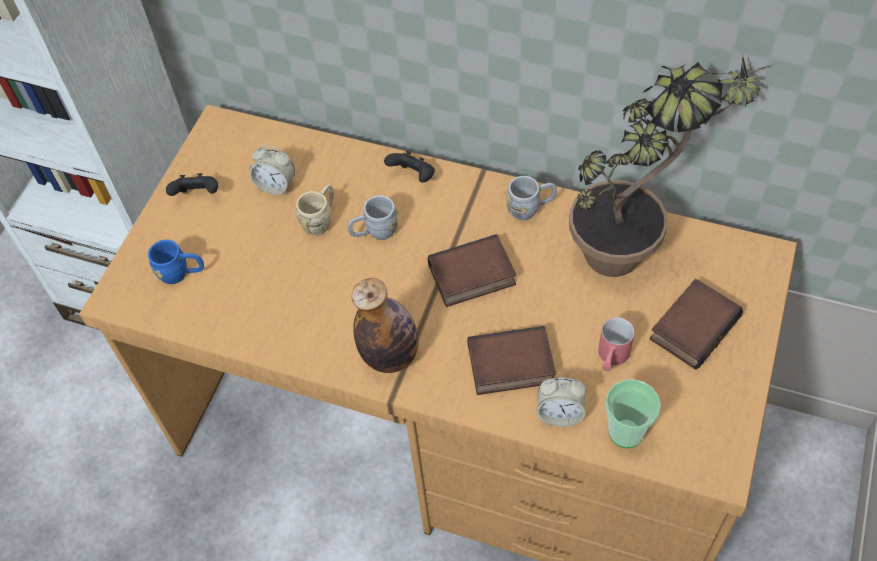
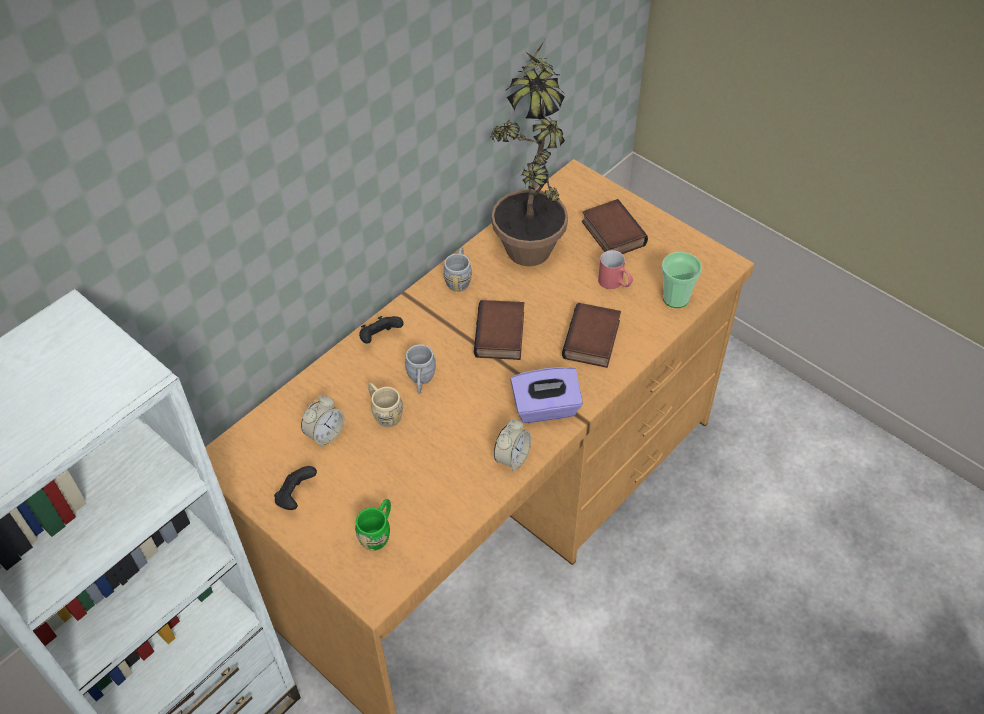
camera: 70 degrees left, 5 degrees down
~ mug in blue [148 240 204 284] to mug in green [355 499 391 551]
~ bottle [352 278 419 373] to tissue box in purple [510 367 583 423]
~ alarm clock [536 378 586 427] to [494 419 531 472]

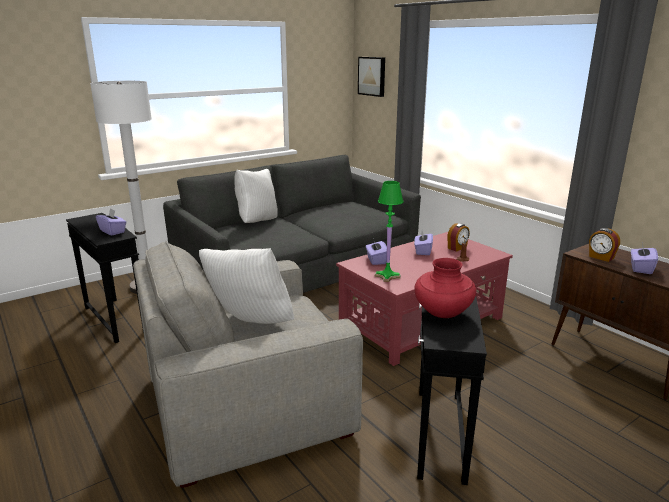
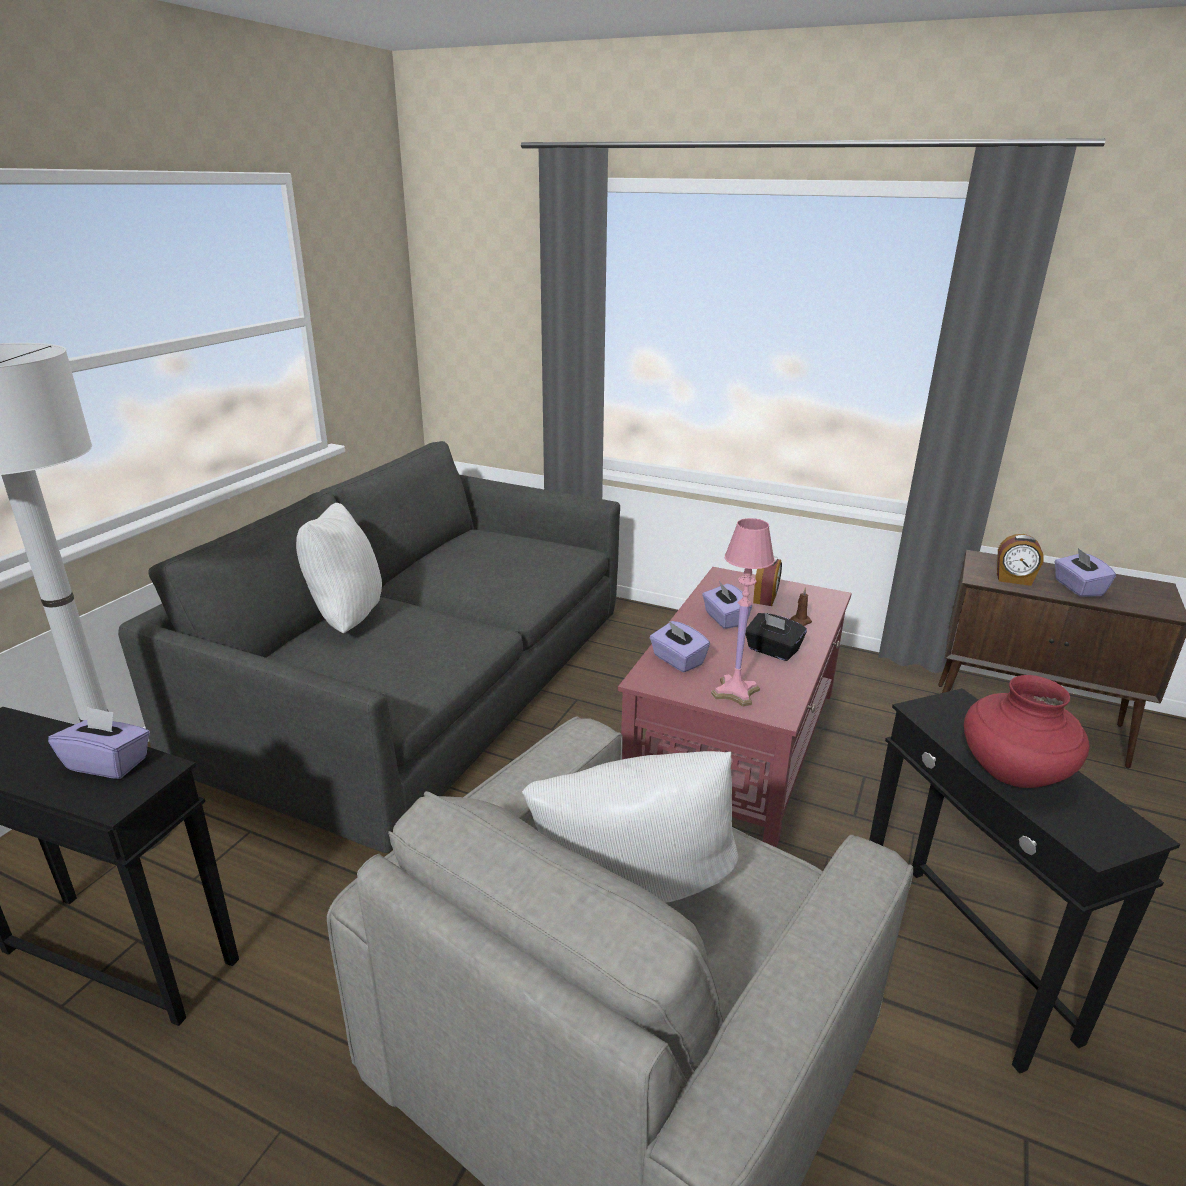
camera: 30 degrees left, 5 degrees up
- picture [358 57 385 97]
~ table lamp in green [374 181 404 282] to table lamp in pink [711 518 775 707]
+ tissue box in black [746 613 807 661]

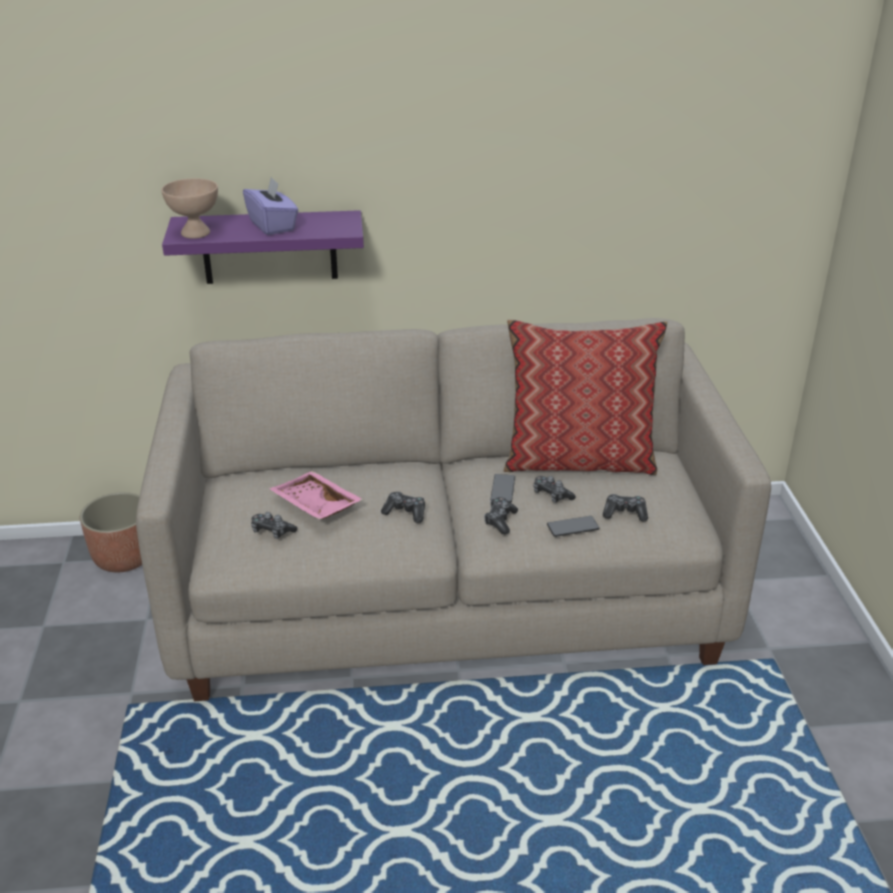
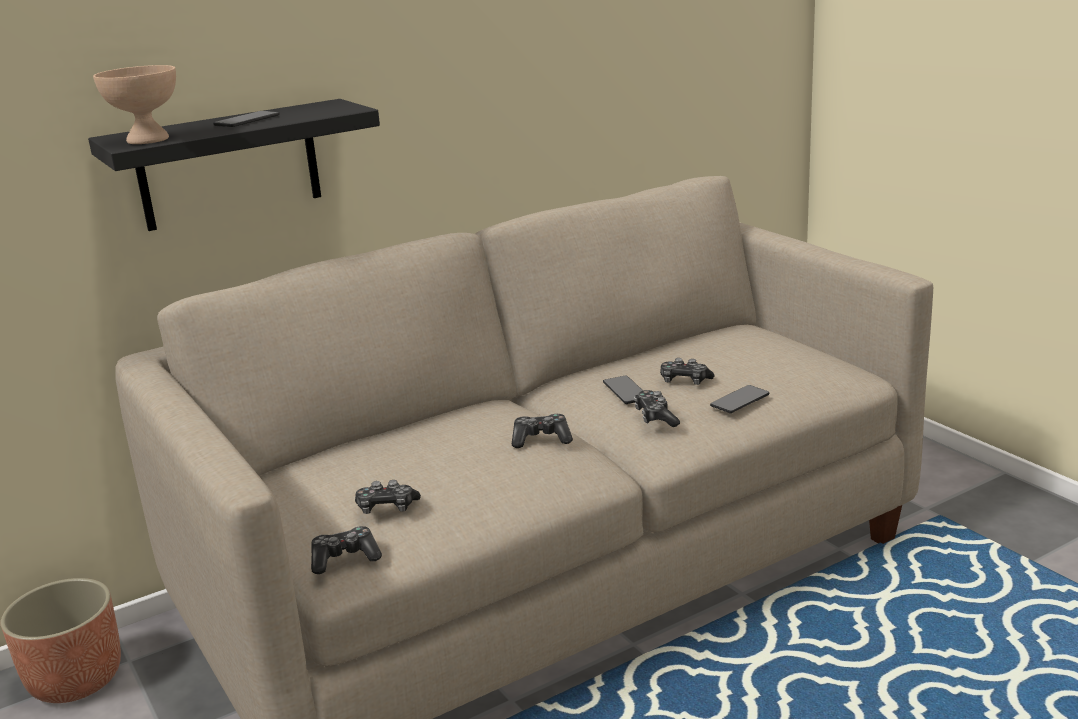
camera: 25 degrees left, 10 degrees down
~ tissue box in purple [243 177 299 235] to phone [213 111 280 127]
~ shelf in purple [162 210 364 284] to shelf in black [88 99 380 231]
- pillow [503 319 668 475]
- tray in pink [269 471 364 520]
~ game controller [603 494 648 521] to [311 526 382 574]

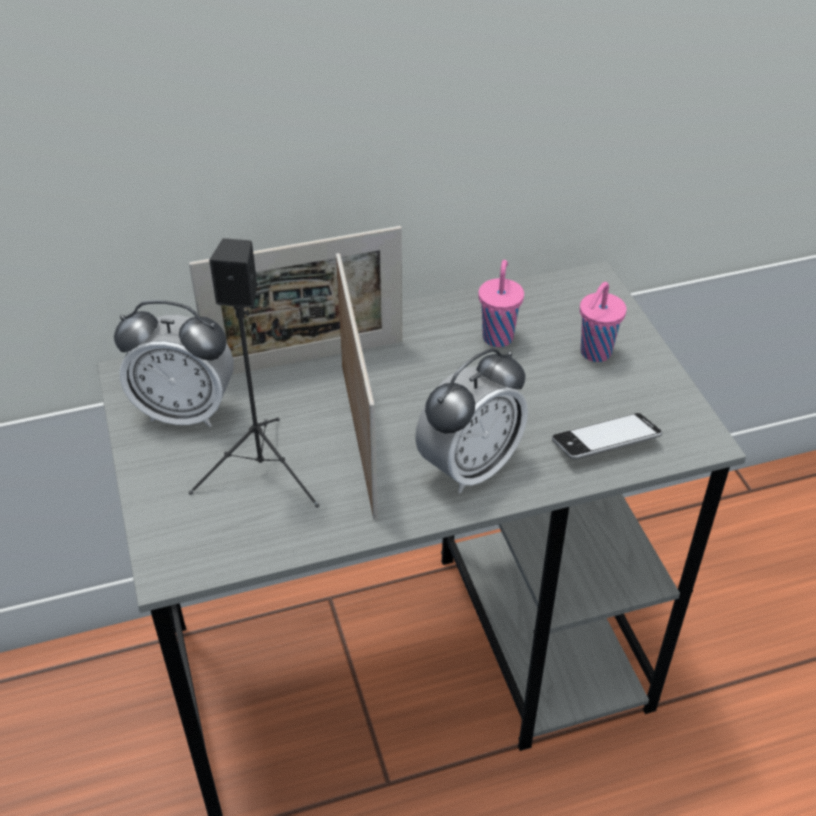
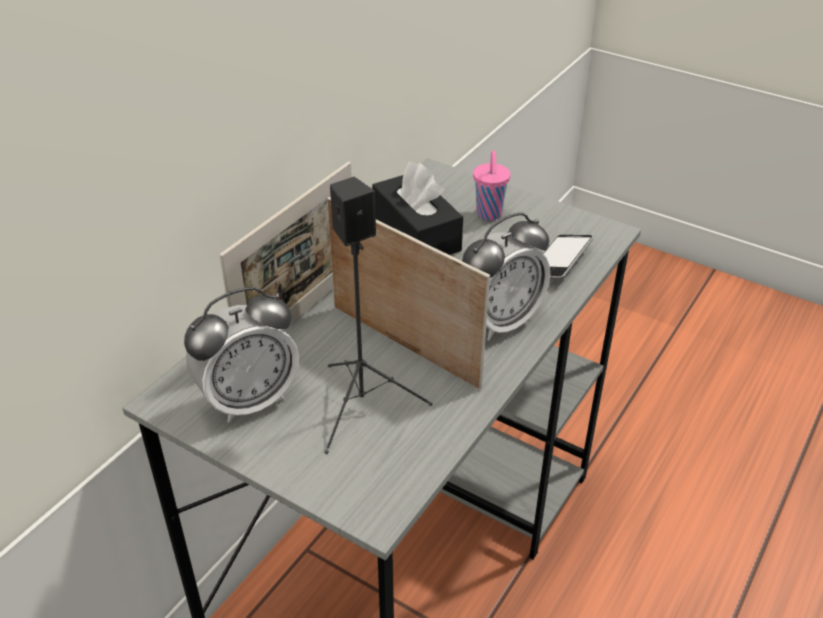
camera: 40 degrees left, 5 degrees down
~ cup in pink [479 260 524 347] to tissue box in black [372 162 463 255]
~ alarm clock [415 348 528 494] = [462 212 550 341] 45 degrees clockwise

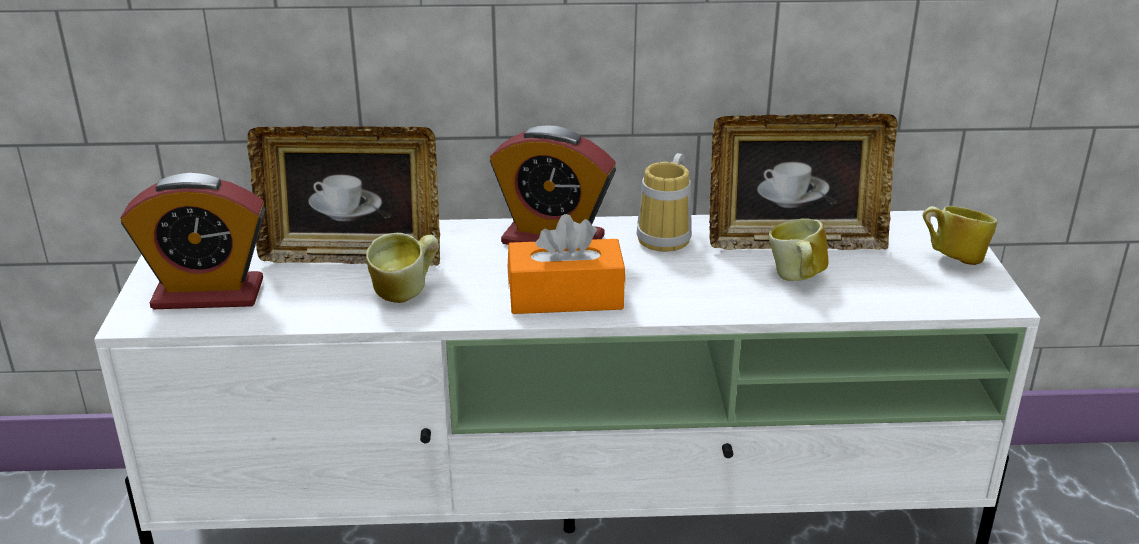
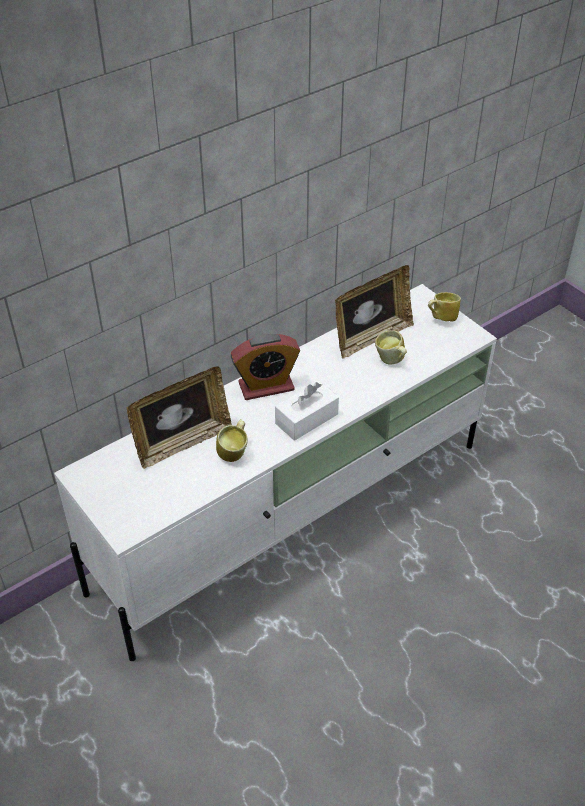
camera: 35 degrees left, 15 degrees up
- mug [637 153 692 252]
- alarm clock [120 173 265 309]
~ tissue box in orange [508 214 625 314] to tissue box in white [275 381 339 441]

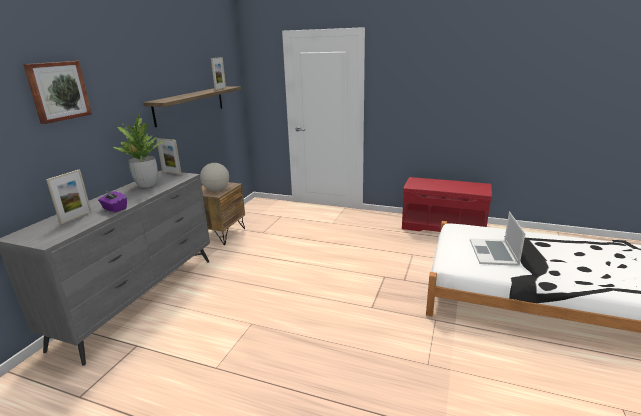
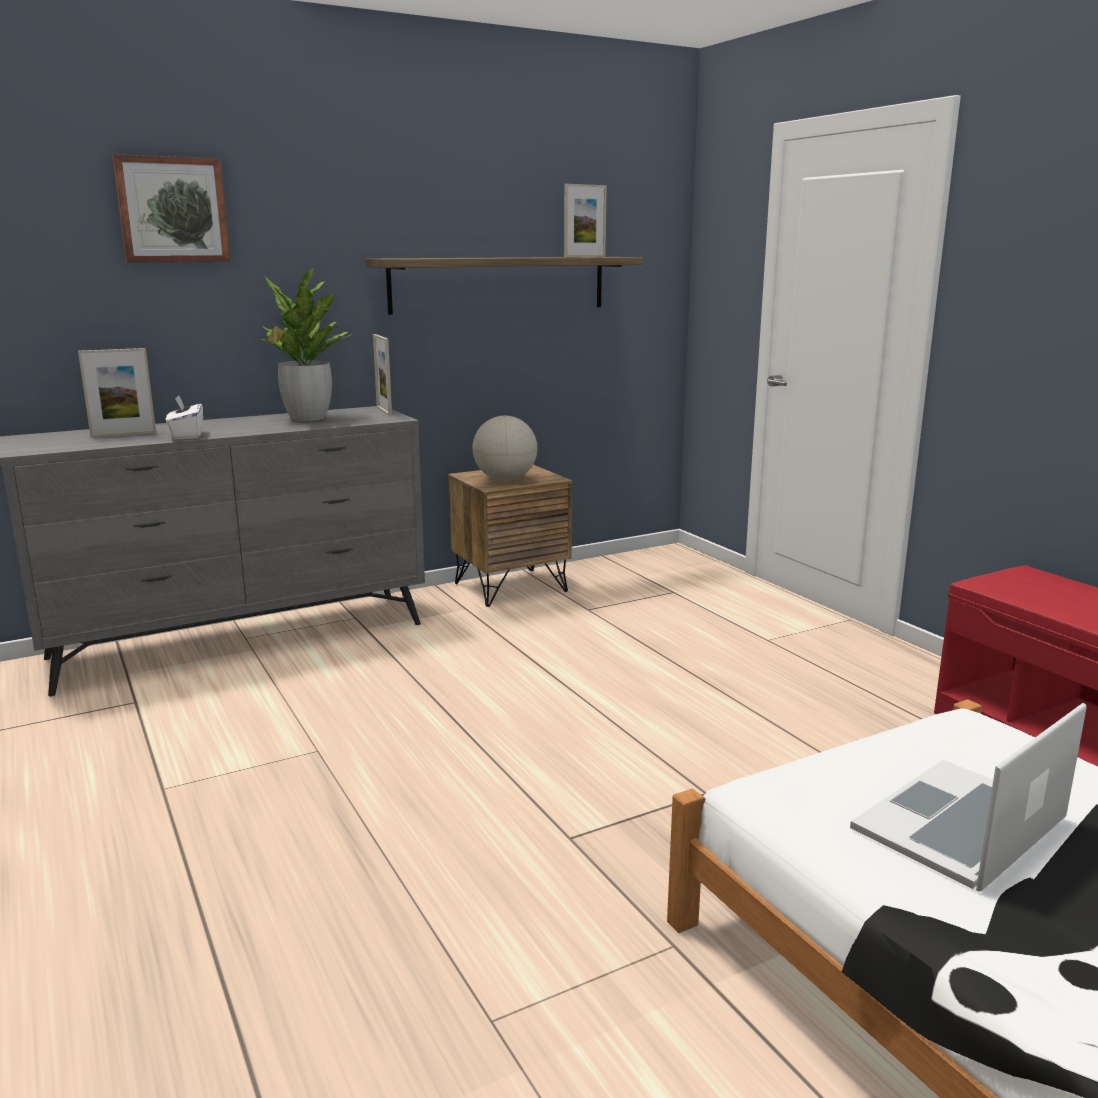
camera: 40 degrees right, 5 degrees down
~ tissue box in purple [98 190 127 213] to tissue box in white [166 396 203 439]

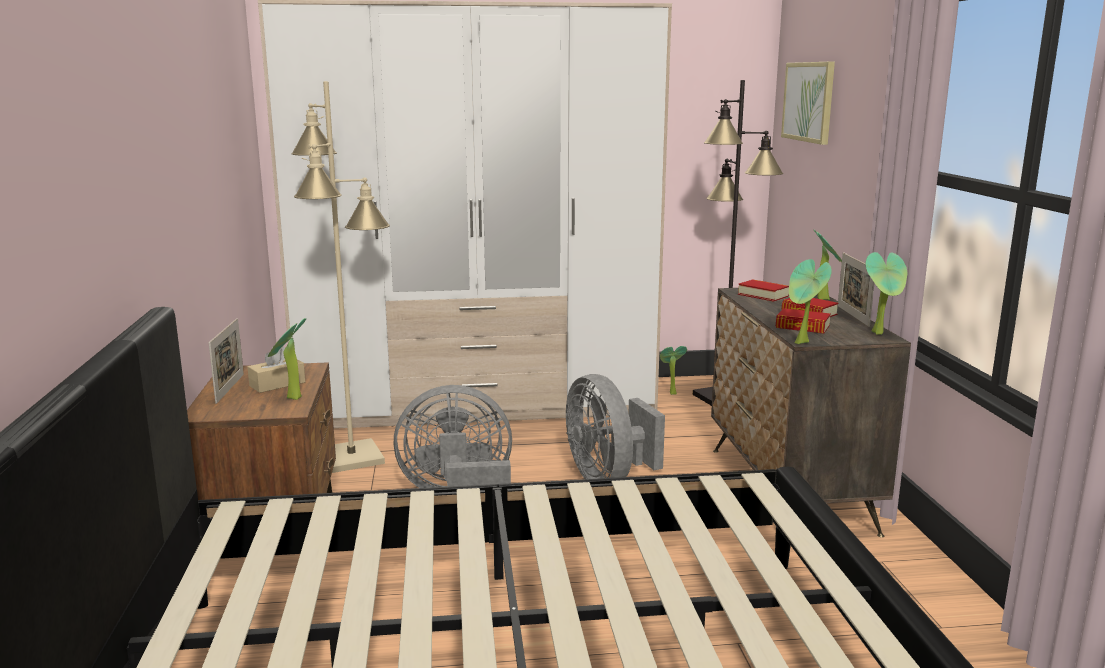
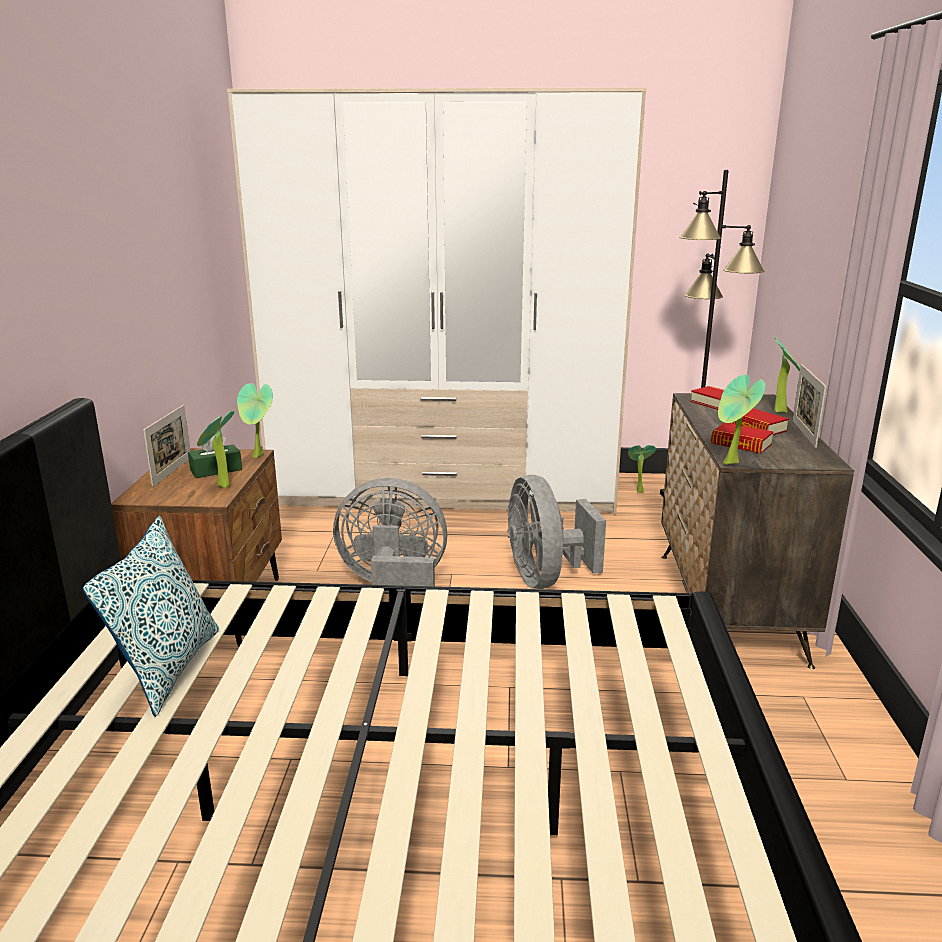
camera: 10 degrees right, 5 degrees up
- picture [781 62 835 145]
- floor lamp in beige [291 81 390 473]
~ potted plant [866 252 907 335] to [237 383 273 458]
~ tissue box in beige [247 346 305 393] to tissue box in green [188 435 242 478]
+ pillow [83 516 219 717]

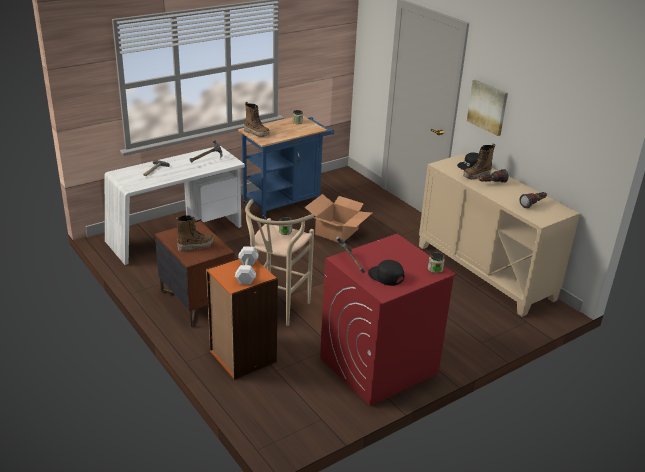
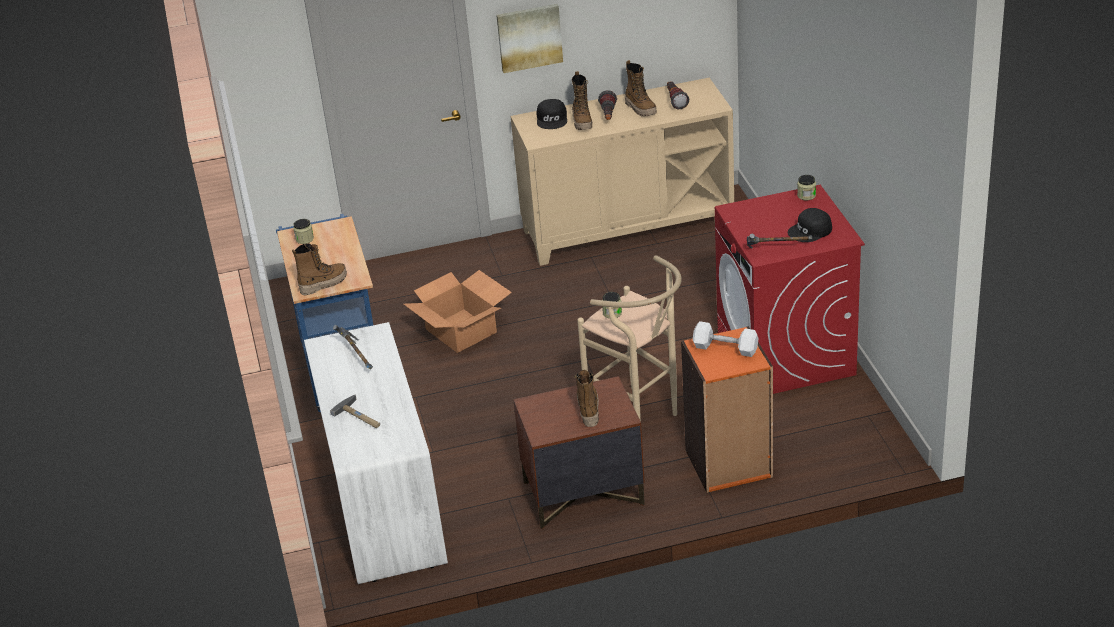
camera: 65 degrees left, 5 degrees up
+ boot [625 60 657 117]

